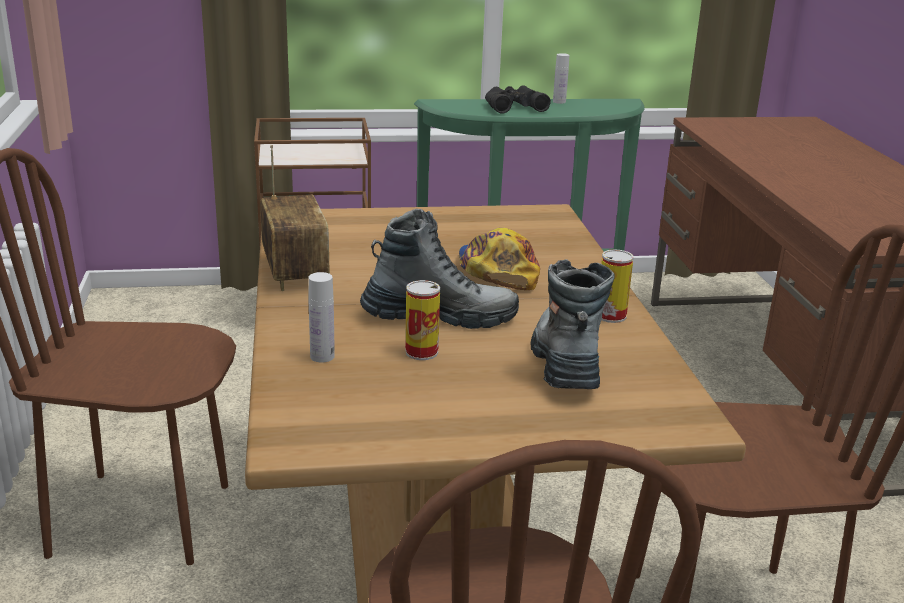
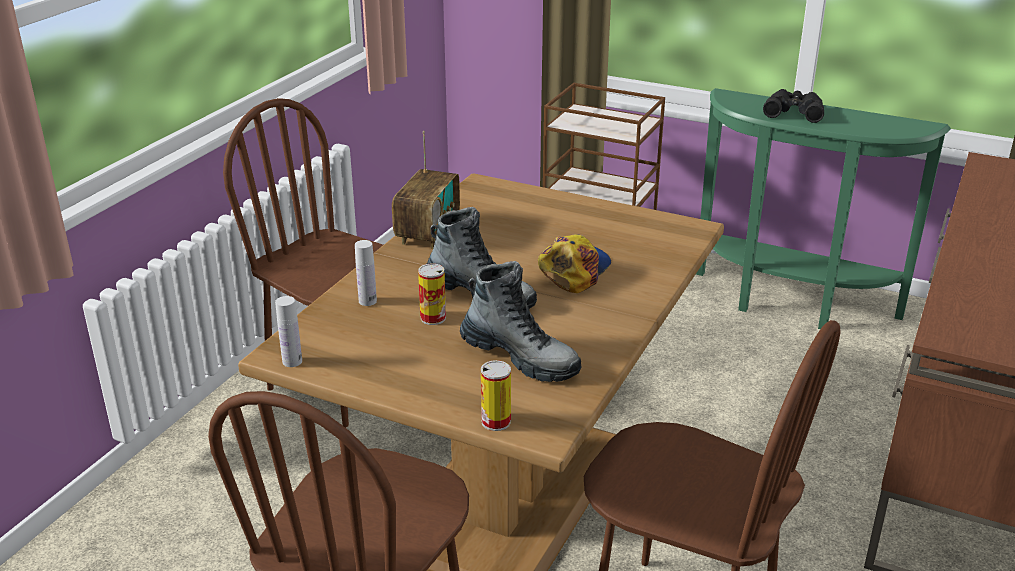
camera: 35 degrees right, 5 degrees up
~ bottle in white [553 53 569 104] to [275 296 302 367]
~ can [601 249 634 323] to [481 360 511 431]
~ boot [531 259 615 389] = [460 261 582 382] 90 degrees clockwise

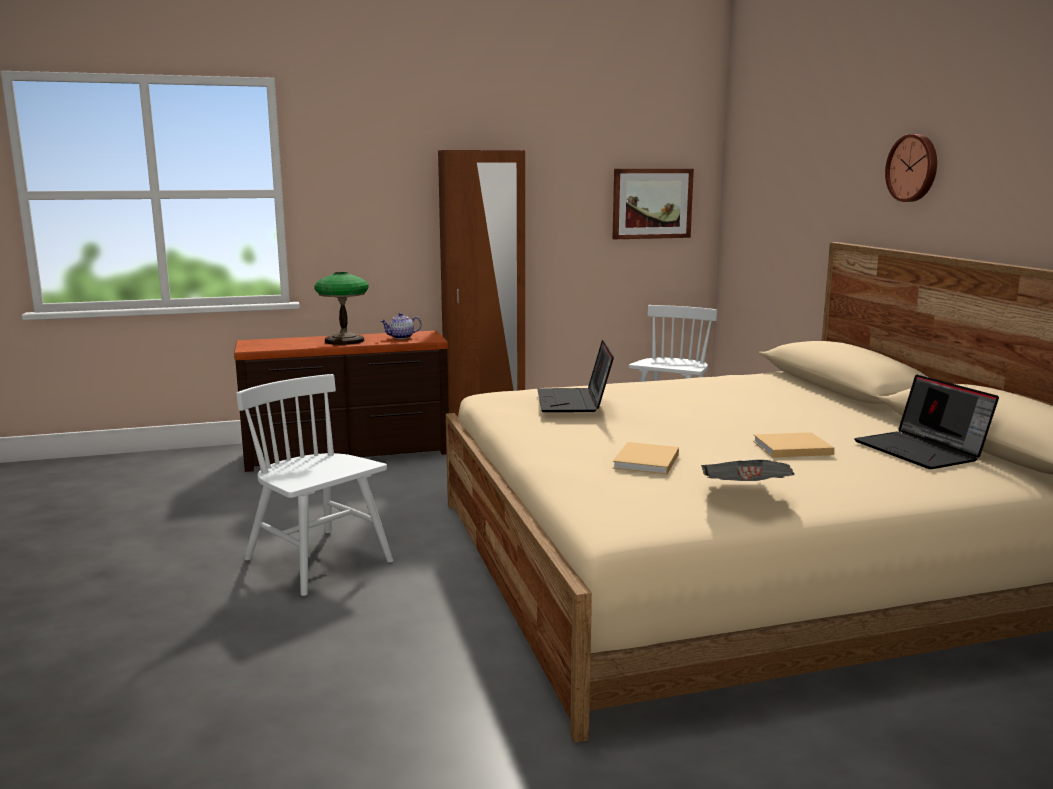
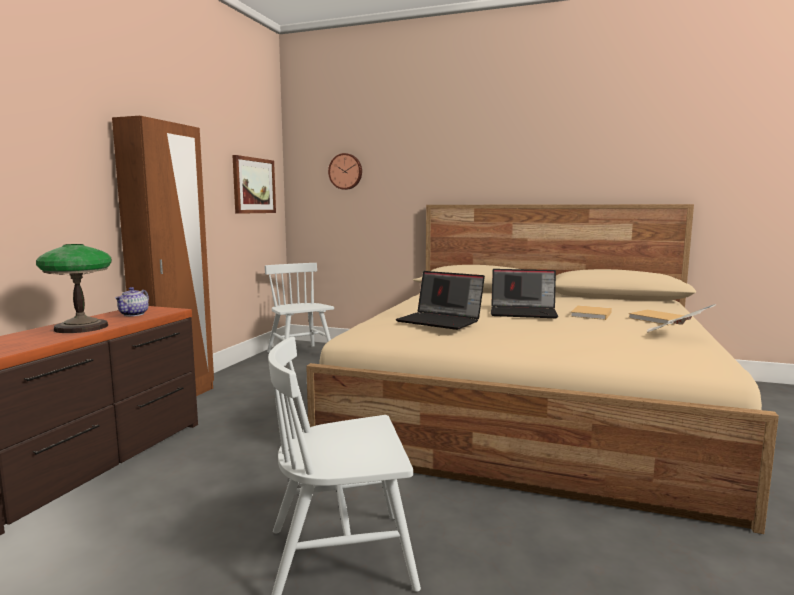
camera: 55 degrees left, 5 degrees down
~ wall clock [885 134 937 202] to [328 153 362 190]
~ laptop [854 375 999 469] to [491 269 558 318]
~ book in beige [612 442 679 475] to [628 310 687 325]

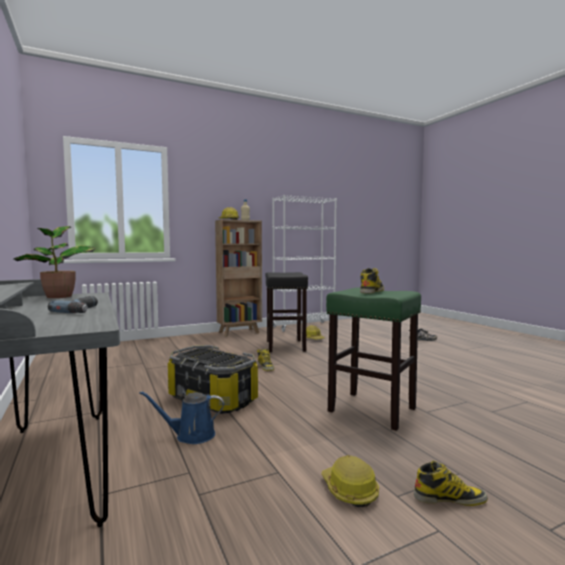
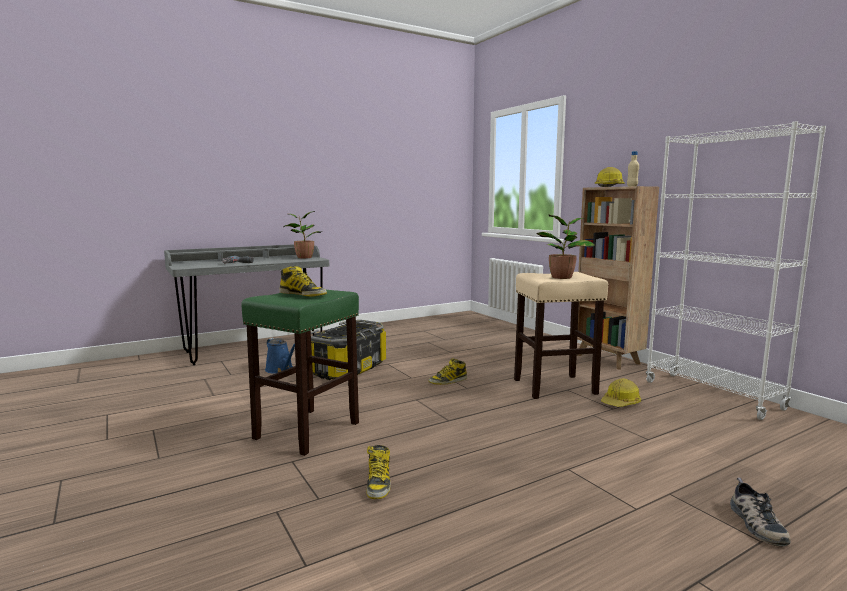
camera: 85 degrees right, 5 degrees up
~ stool in black [265 272 308 352] to stool in beige [514 272 608 399]
~ watering can in blue [140 391 224 444] = [265 338 295 374] 150 degrees clockwise
- hard hat [321 455 379 507]
~ boot [414 461 488 506] to [366 445 391 499]
+ potted plant [536 215 595 279]

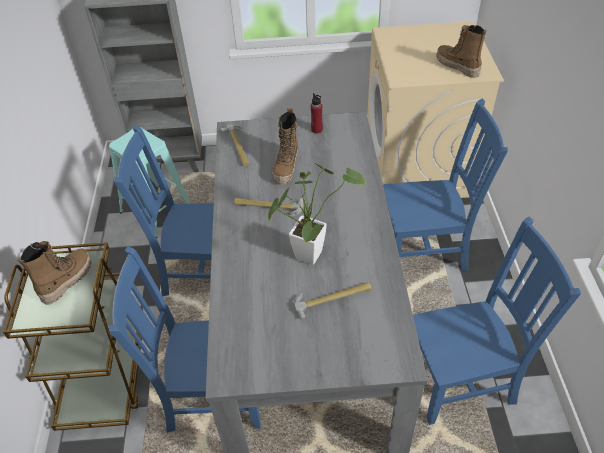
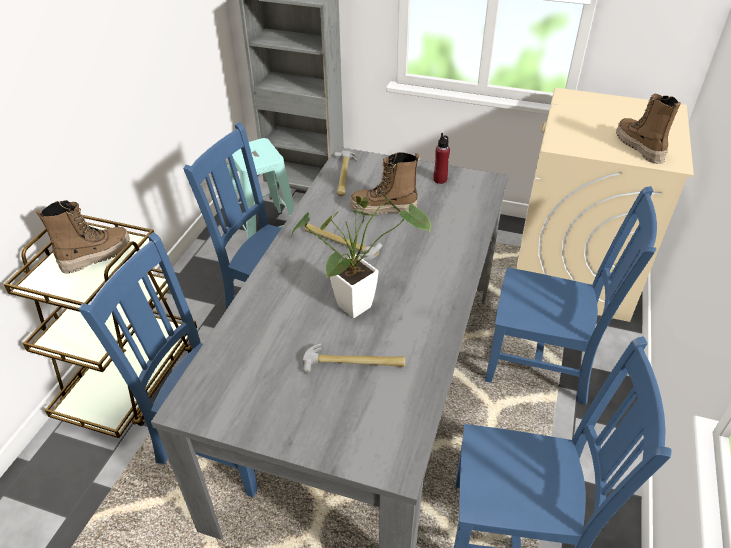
camera: 20 degrees right, 5 degrees down
~ boot [272 108 298 184] = [350 152 419 215] 60 degrees clockwise

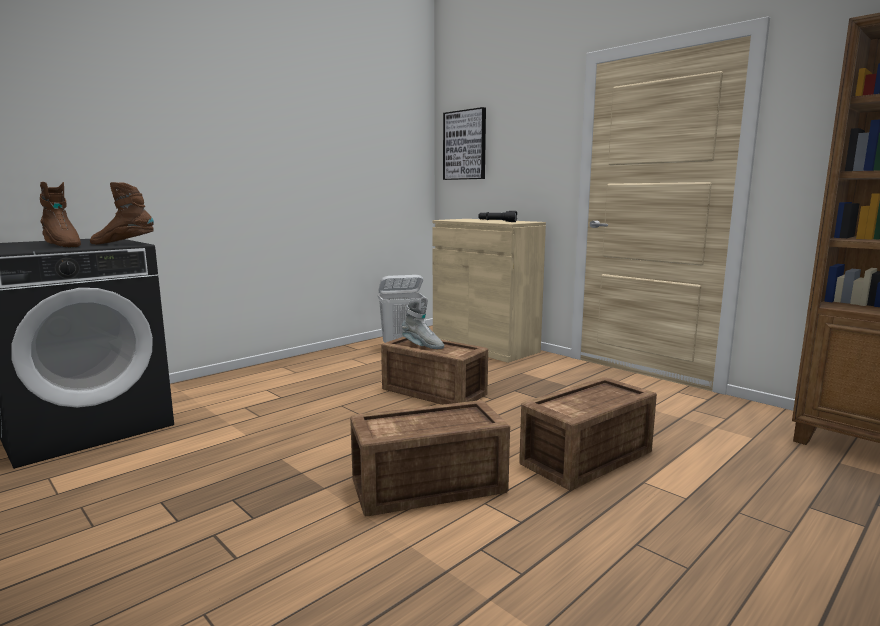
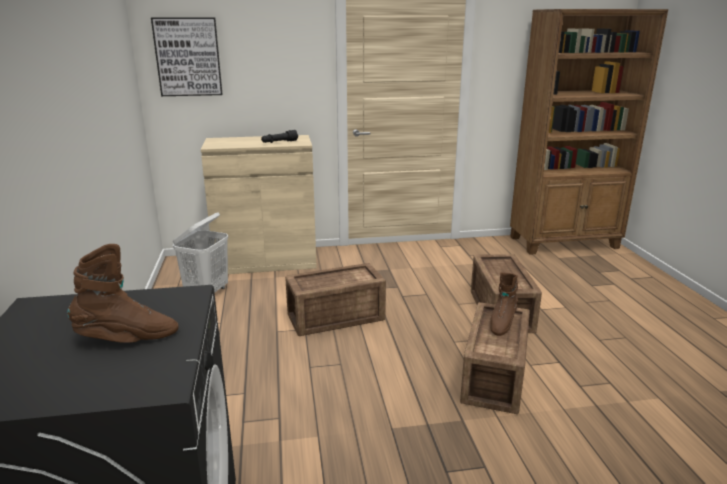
camera: 55 degrees left, 10 degrees up
~ boot in brown [90 182 154 245] to [490 272 518 336]
- boot in grey [402 297 444 349]

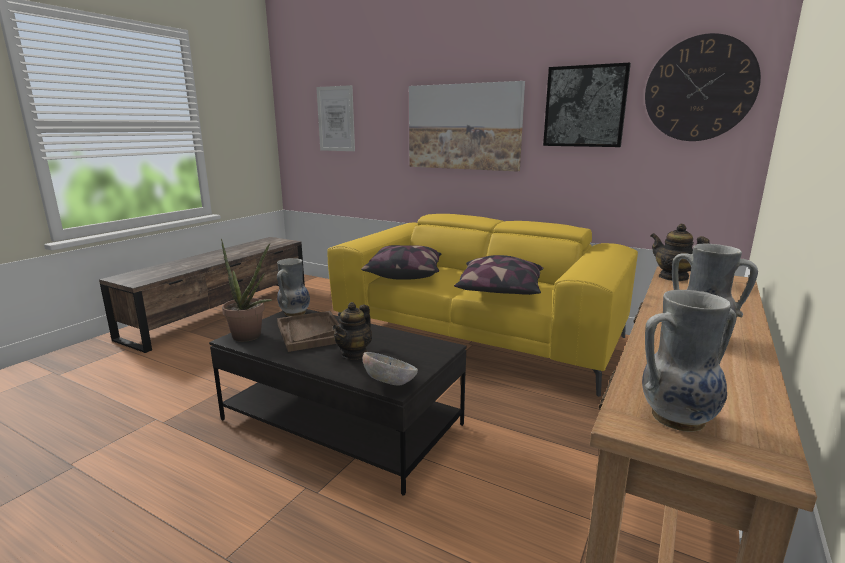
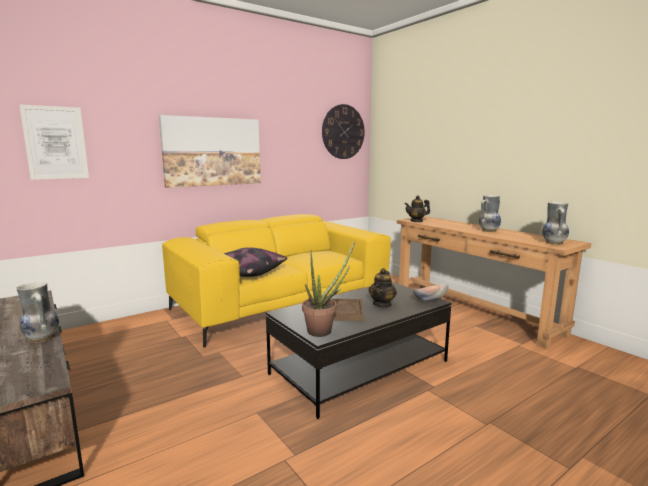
camera: 65 degrees left, 5 degrees down
- picture [543 62 631 147]
- pillow [454 255 544 295]
~ vase [277 258 310 317] to [17 281 59 343]
~ teapot [333 302 372 360] = [369 268 397 308] 60 degrees clockwise

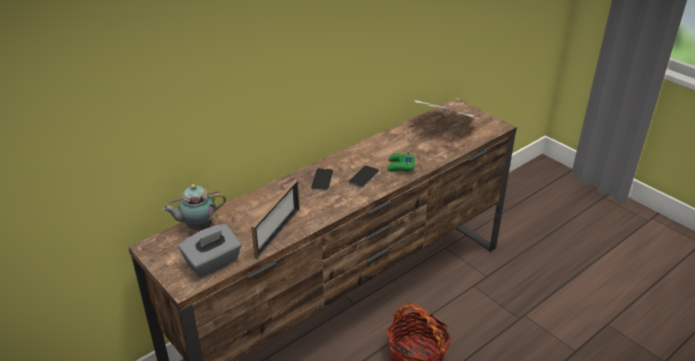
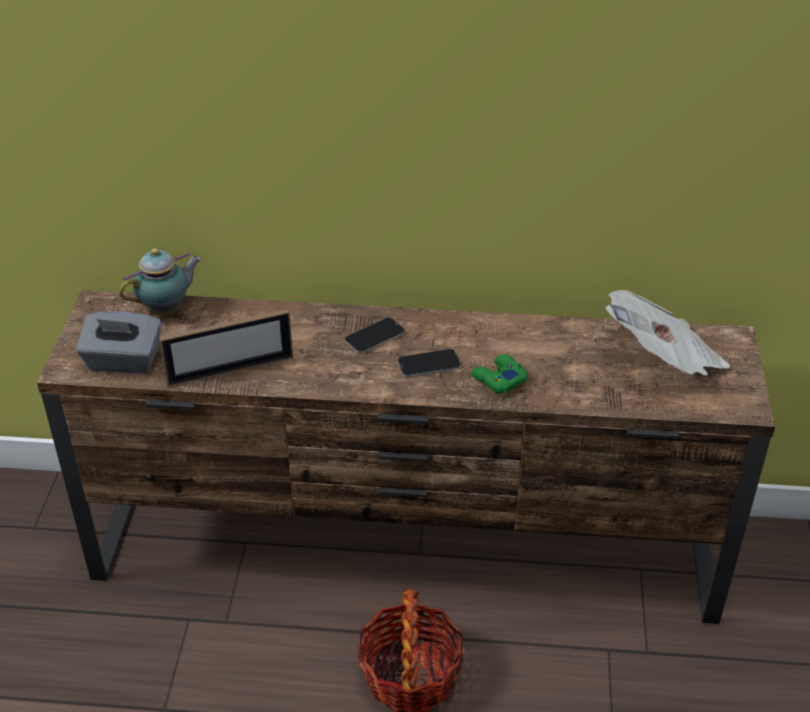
camera: 45 degrees right, 5 degrees up
~ teapot [163 184 226 230] = [119 248 201 315] 120 degrees clockwise

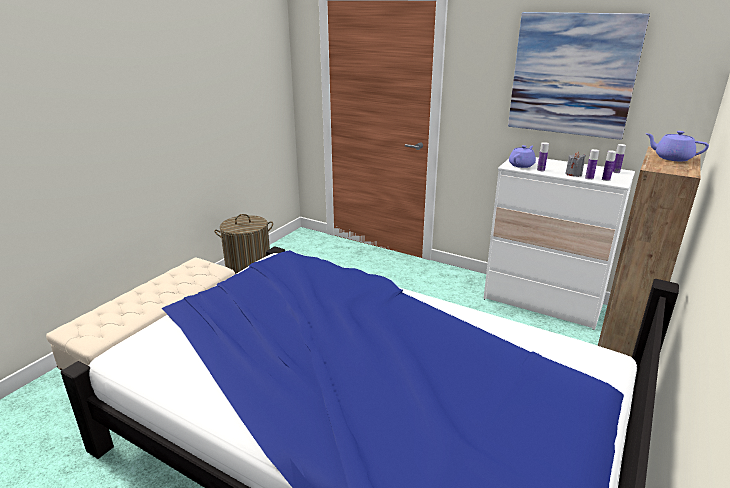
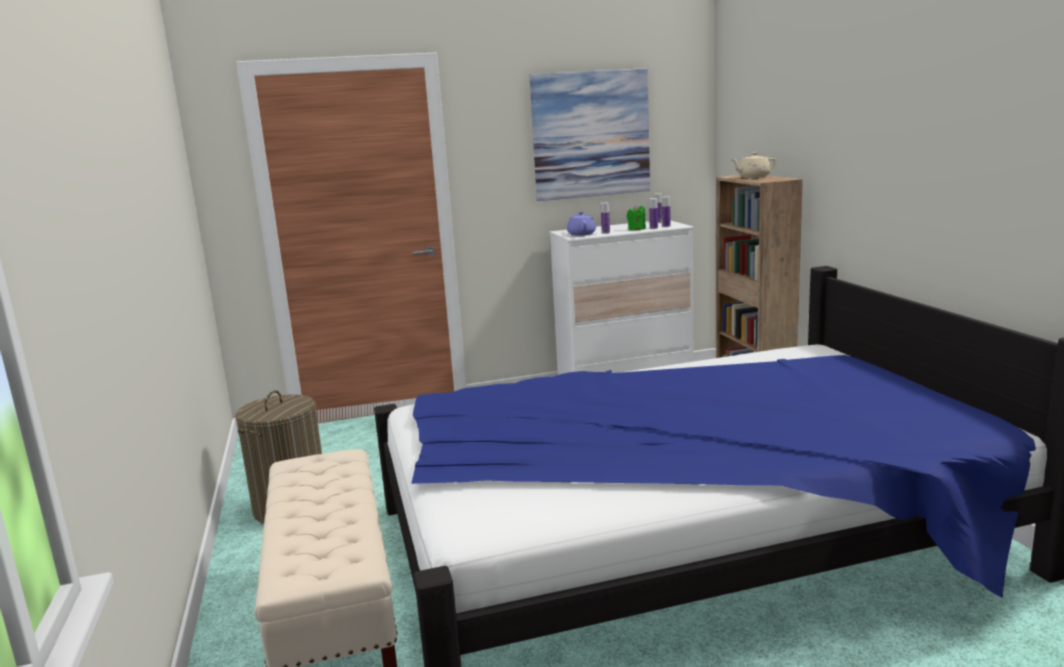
camera: 45 degrees left, 10 degrees down
~ teapot in purple [645 131 709 161] to teapot in beige [730 152 776 178]
~ candle in grey [565 152 586 177] to candle in green [627 205 646 231]

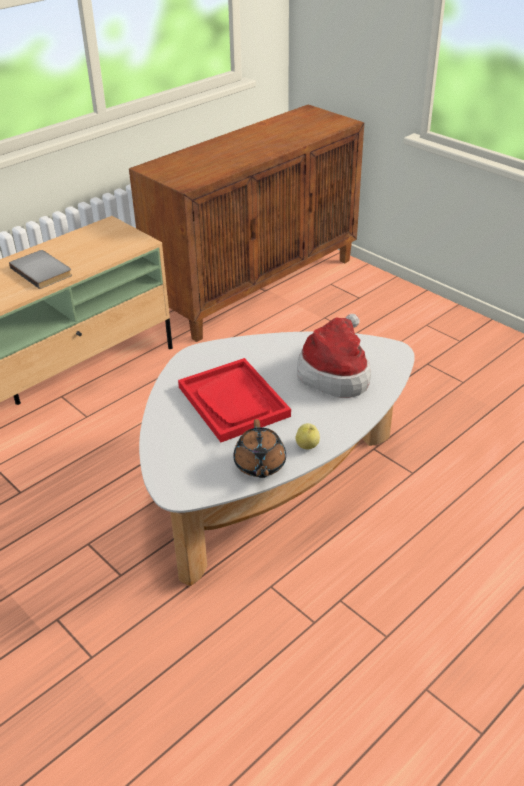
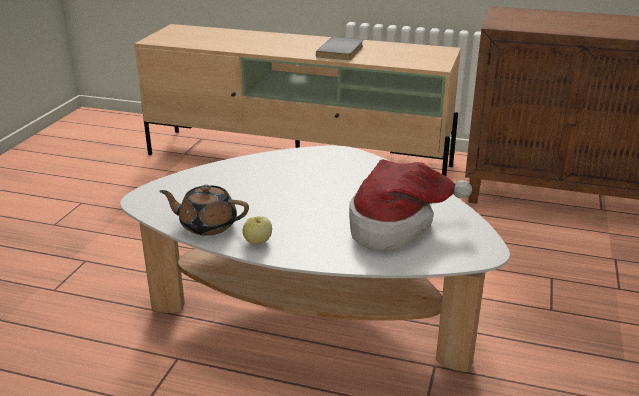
camera: 60 degrees right, 10 degrees down
- tray in red [178 358 291 442]
~ teapot in brown [233 419 286 478] = [159 185 249 236] 45 degrees clockwise

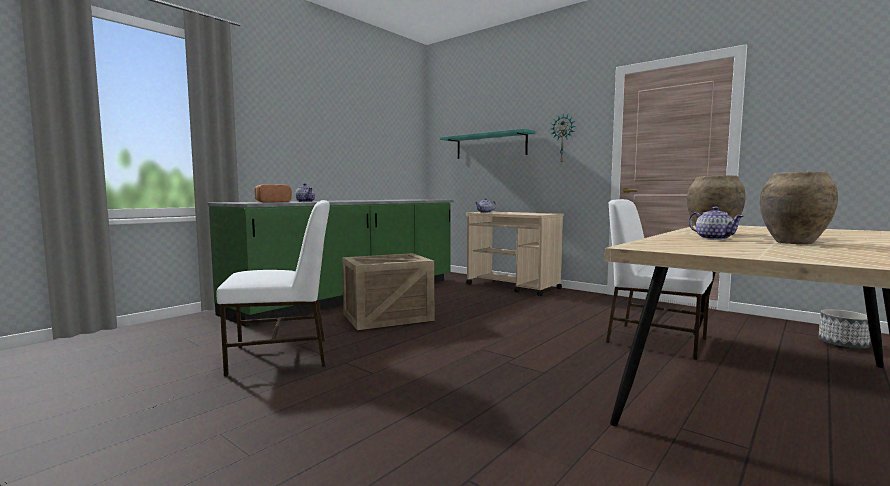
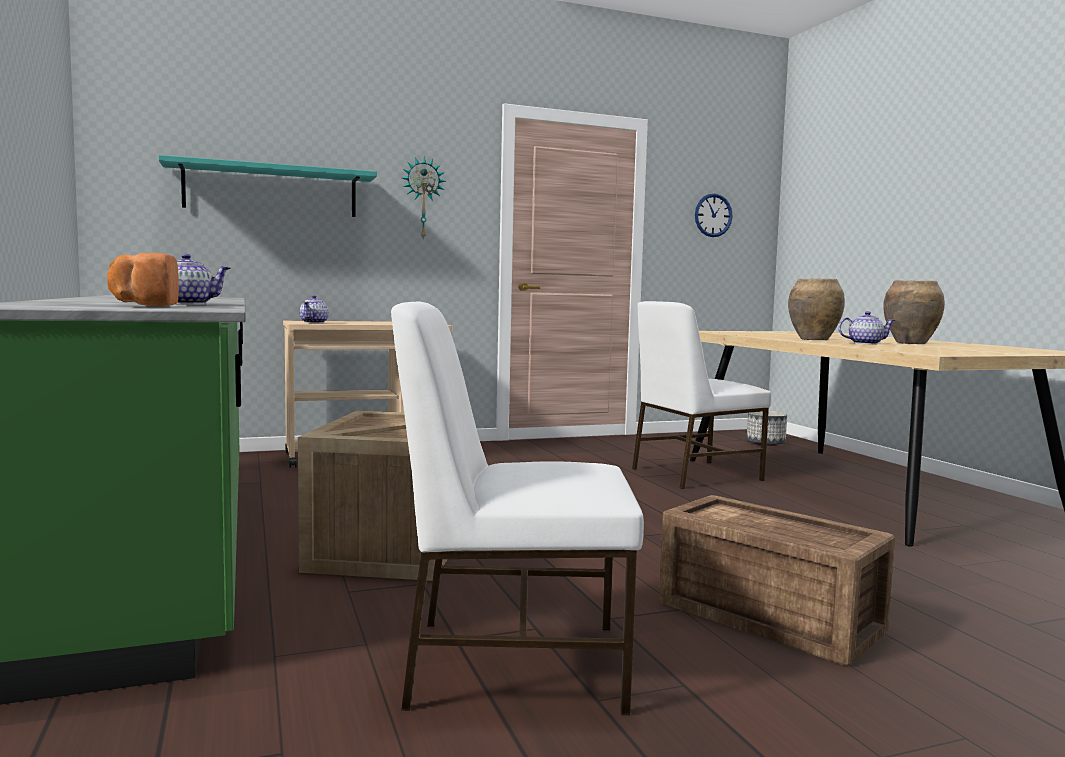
camera: 60 degrees left, 0 degrees up
~ chair in white [217 200 330 376] = [391 302 644 715] 105 degrees counterclockwise
+ wall clock [695 194 733 237]
+ crate [659 495 895 666]

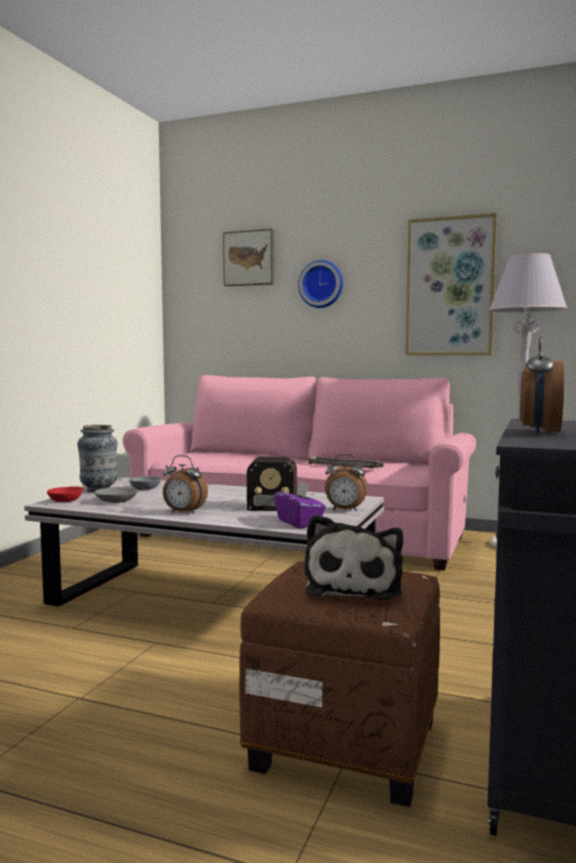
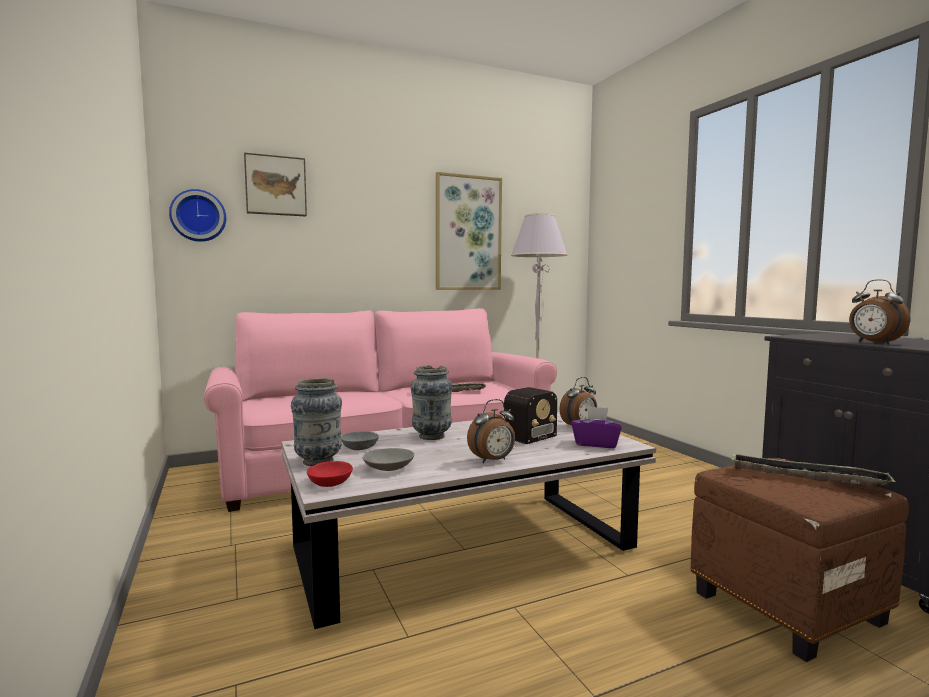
camera: 45 degrees left, 0 degrees up
~ wall clock [298 260 343 308] to [169 189 226 242]
~ plush toy [304 515 403 600] to tray [731 452 896 487]
+ vase [410 365 452 440]

